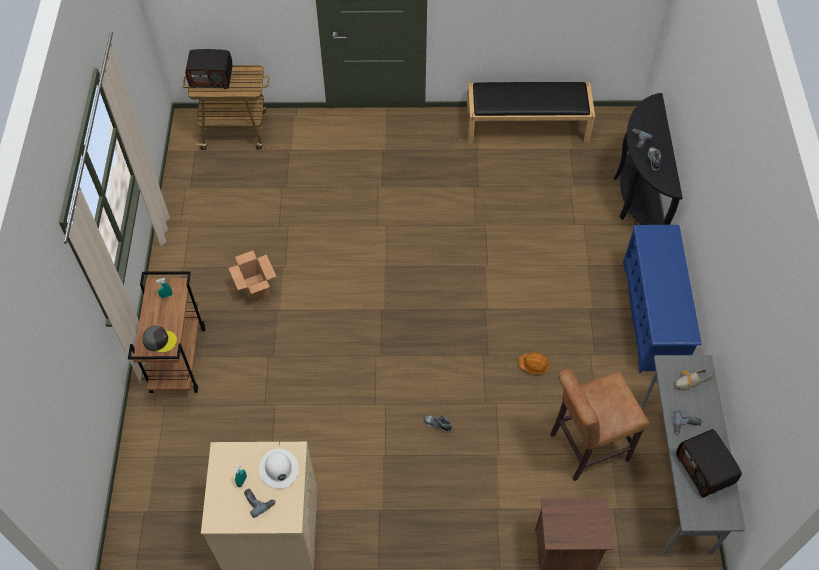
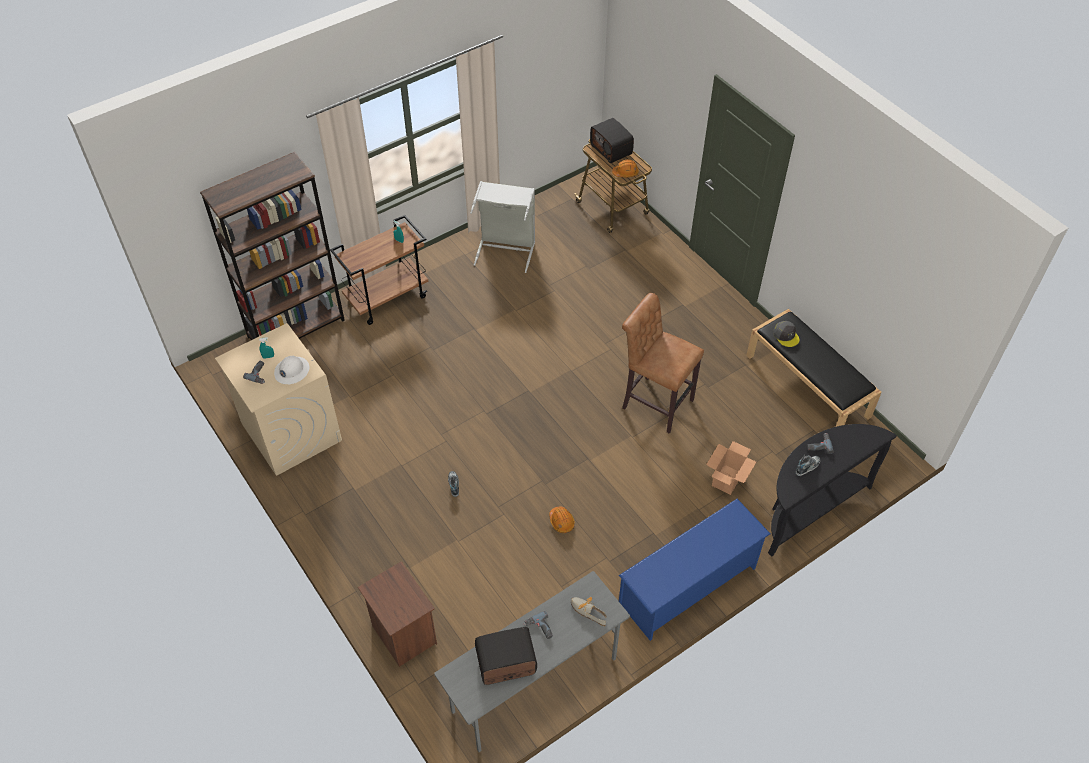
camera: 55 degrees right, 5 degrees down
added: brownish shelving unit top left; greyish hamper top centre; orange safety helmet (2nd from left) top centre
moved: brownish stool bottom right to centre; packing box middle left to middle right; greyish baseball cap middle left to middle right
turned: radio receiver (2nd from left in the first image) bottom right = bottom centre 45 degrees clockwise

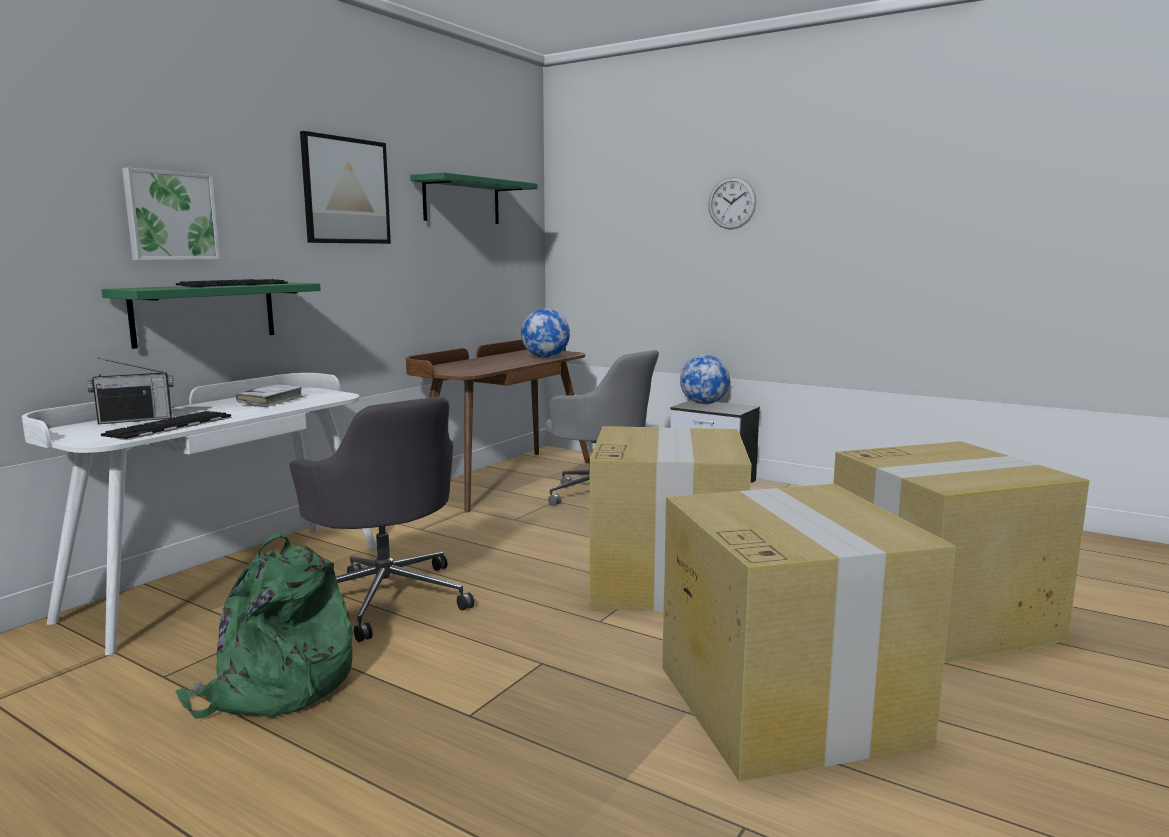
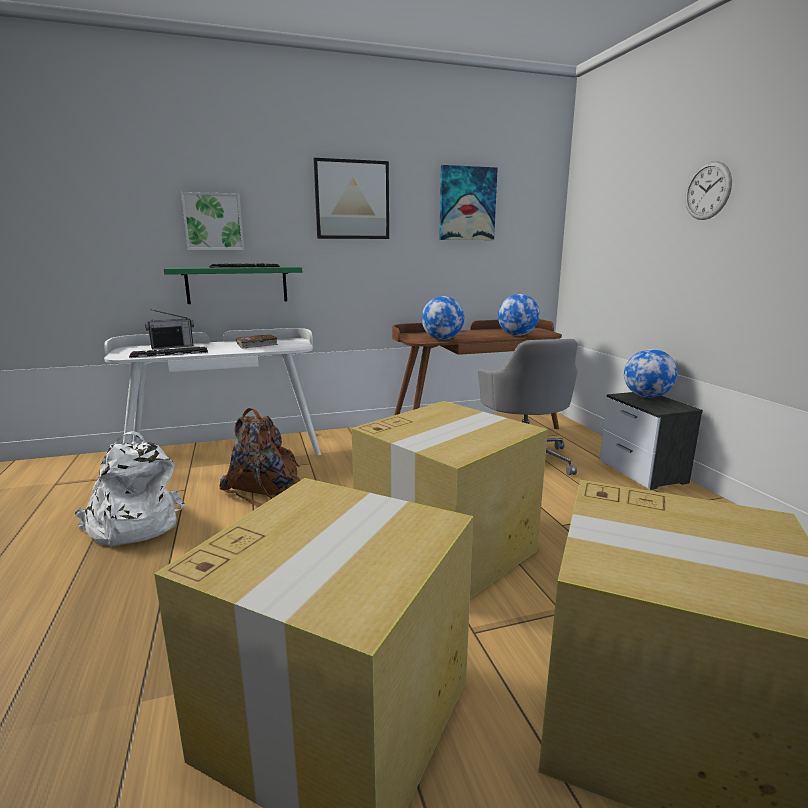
camera: 40 degrees right, 5 degrees up
added: desk globe (1st from left) centre
replaced: greyish desk chair (1st from left) middle left to brownish backpack middle left; greenish bracket shelf (2nd from left) top centre to wall picture (3rd from left) top centre
recoloured: greenish backpack bottom left to whitish backpack middle left; whitish bound book middle left to brownish bound book middle left
turned: radio receiver middle left = middle left 45 degrees counterclockwise

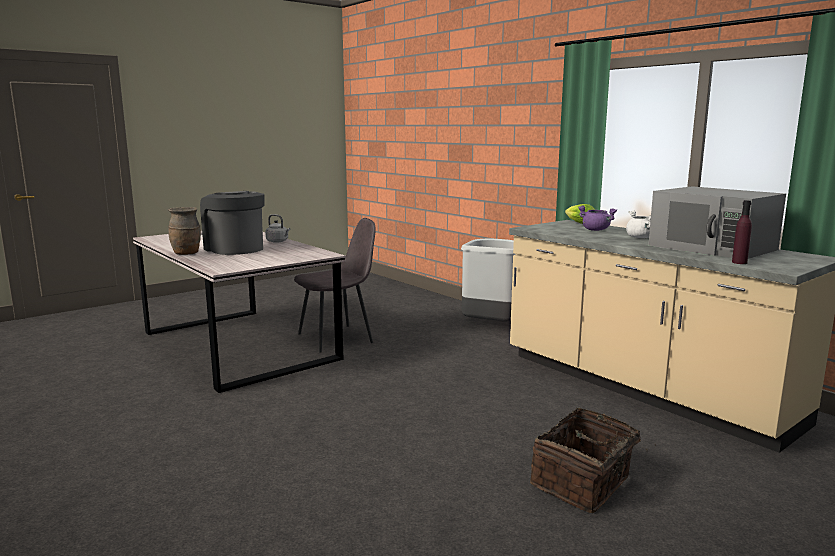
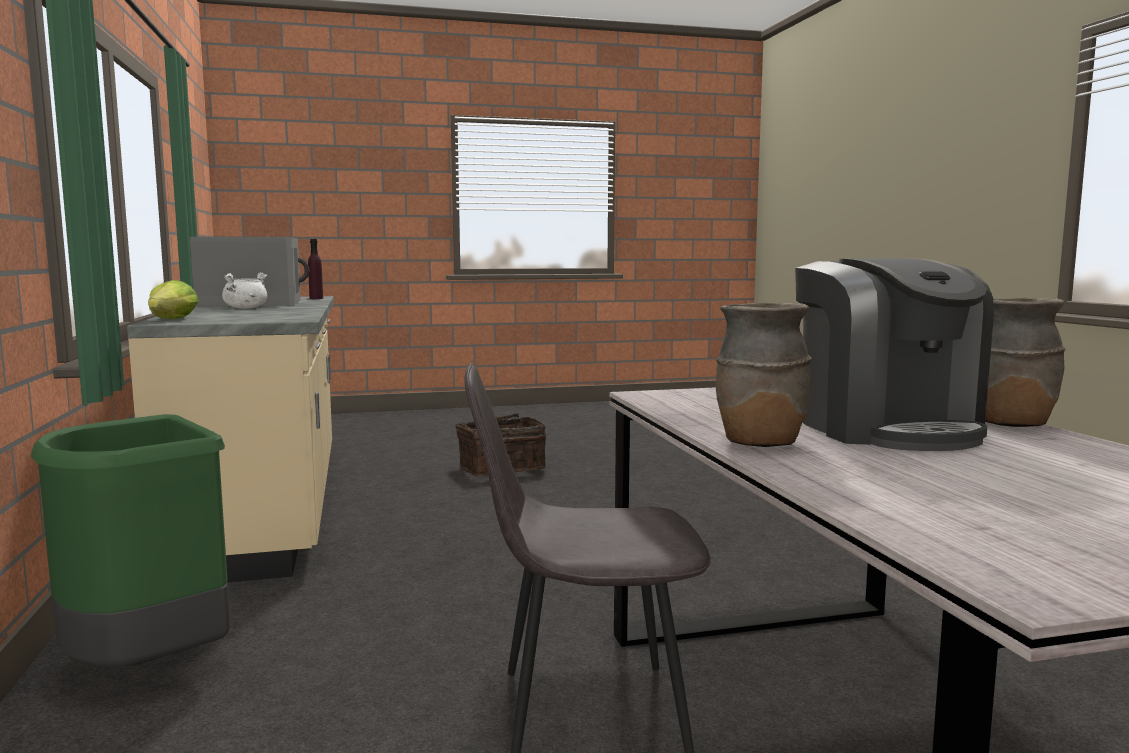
camera: 155 degrees left, 5 degrees down
removed: purple stockpot middle right
replaced: greyish kettle middle left to brownish flower vase (1st from left) middle right
recoloured: greyish waste bin centre to greenish waste bin bottom left

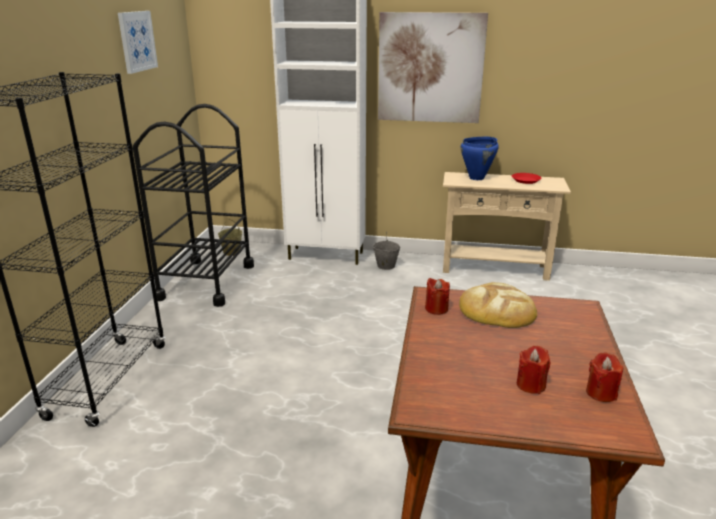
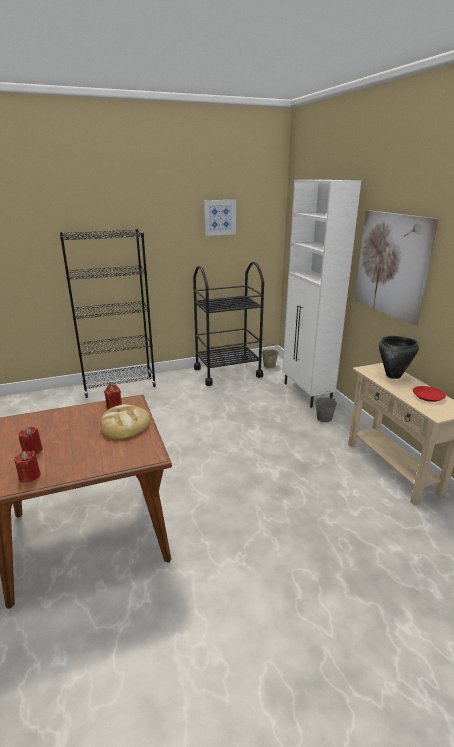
camera: 60 degrees right, 0 degrees up
recoloured: blue-coloured stockpot top right to blackish stockpot middle right

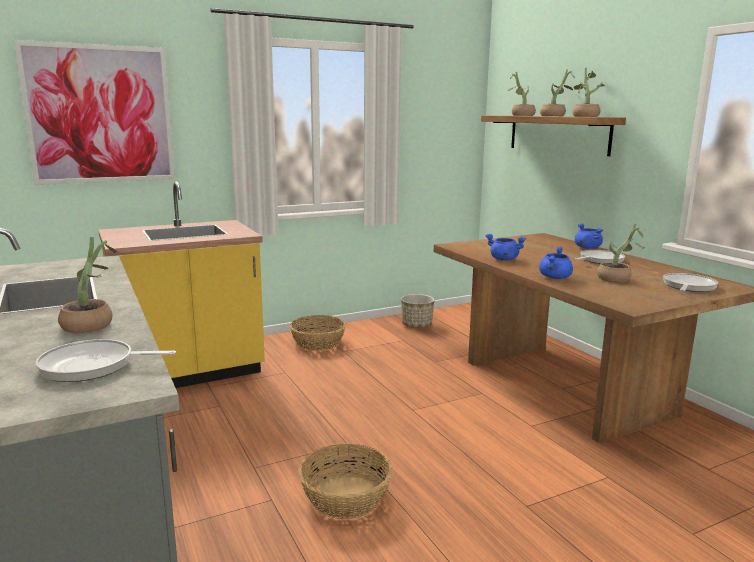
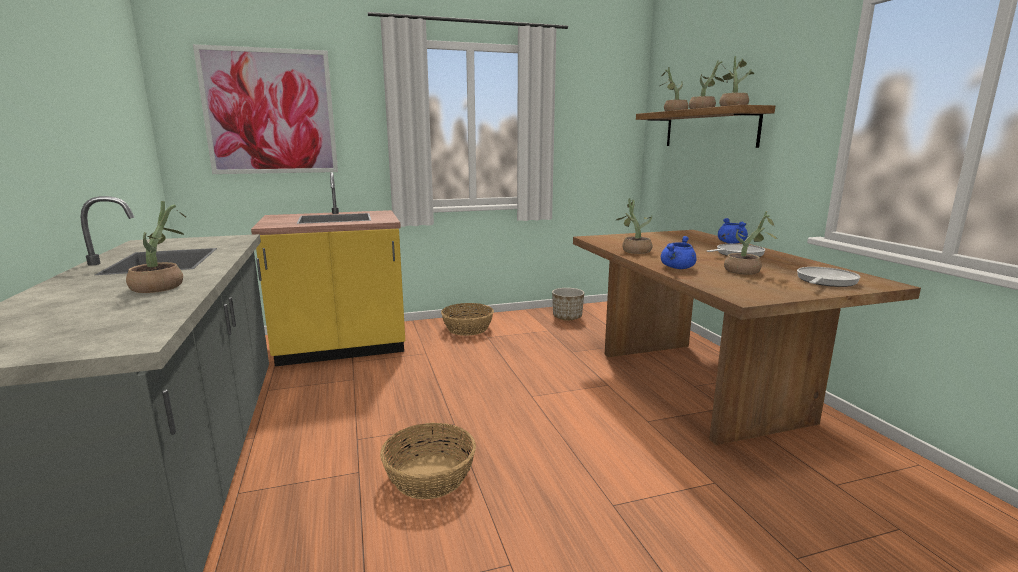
camera: 10 degrees right, 0 degrees up
removed: pan (1st from left) middle left
replaced: blue-coloured stockpot (1st from left) middle right to potted plant (2nd from left) centre

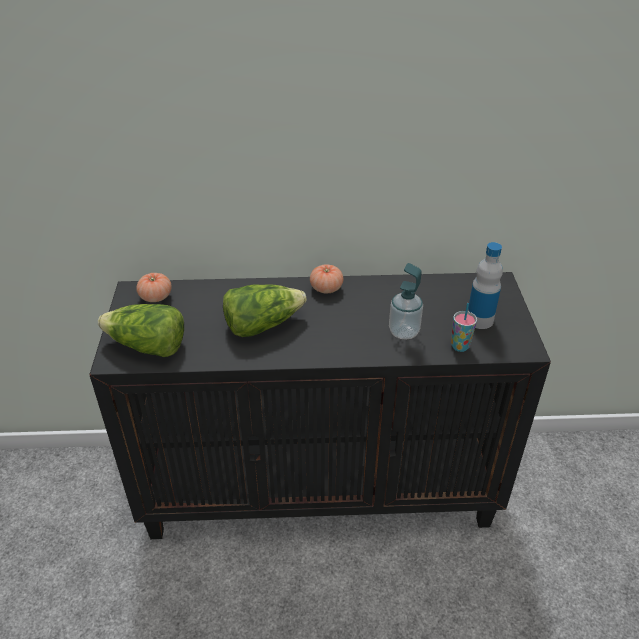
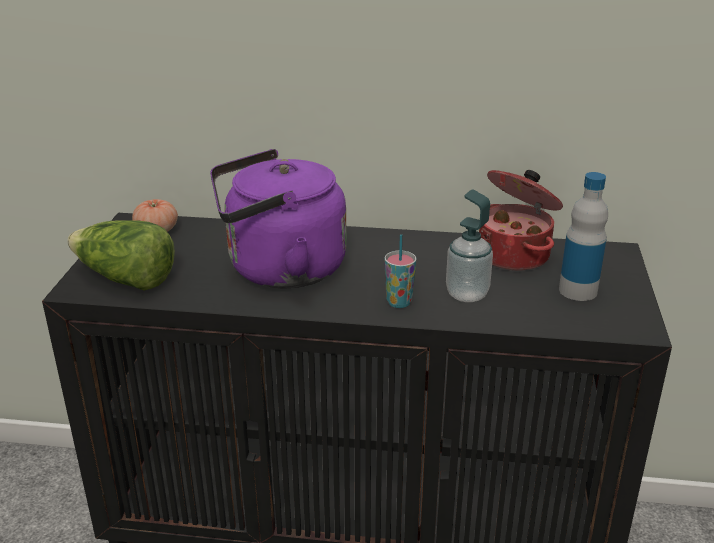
camera: 10 degrees right, 10 degrees down
removed: whole tomato (2nd from left) centre
added: stockpot middle right
moved: small cup middle right to centre
replaced: head of lettuce (2nd from left) centre to purple kettle centre

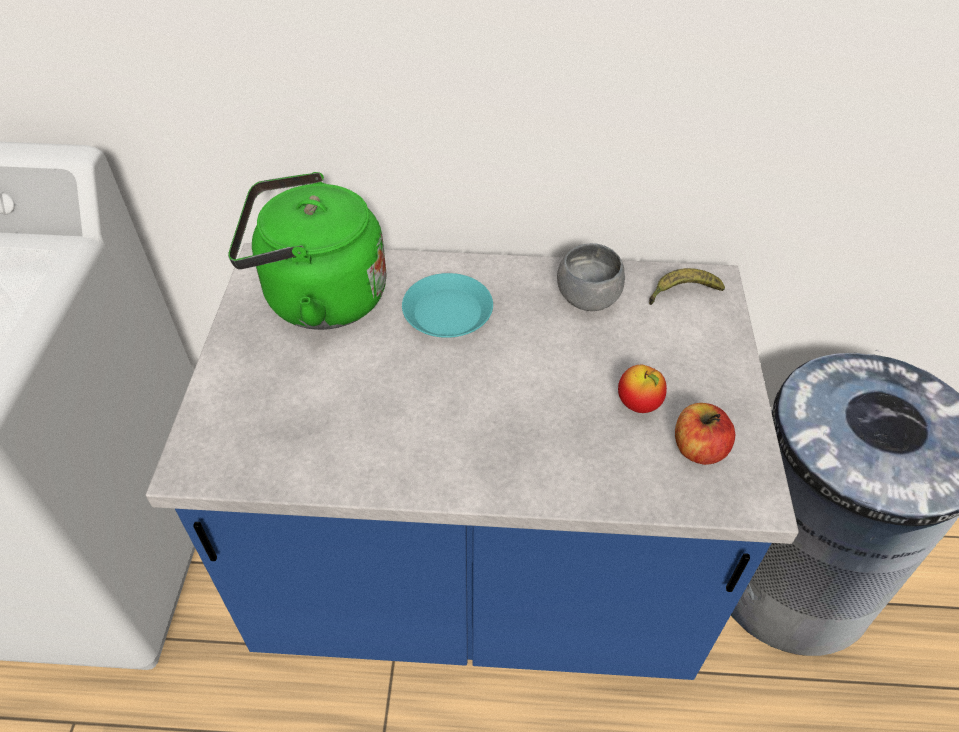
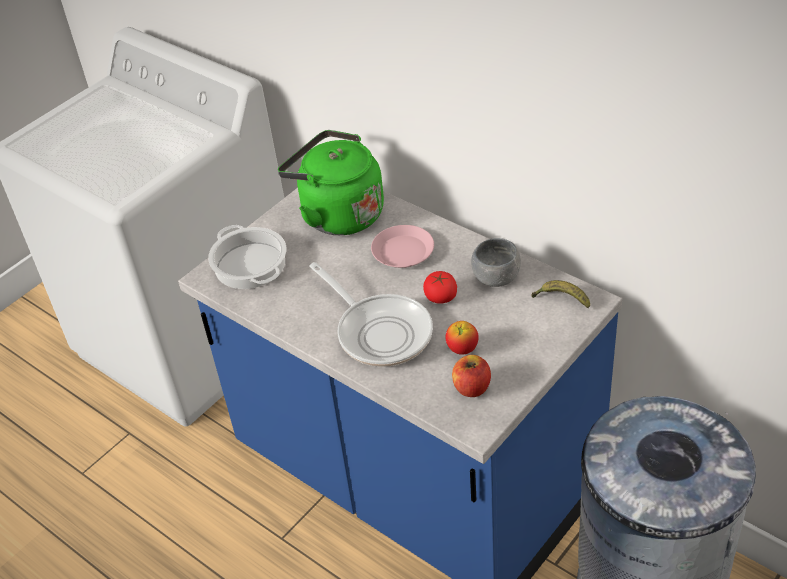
camera: 40 degrees right, 5 degrees down
added: stockpot middle left; pan centre; whole tomato centre
recoloured: turquoise plate centre to pinkish plate centre

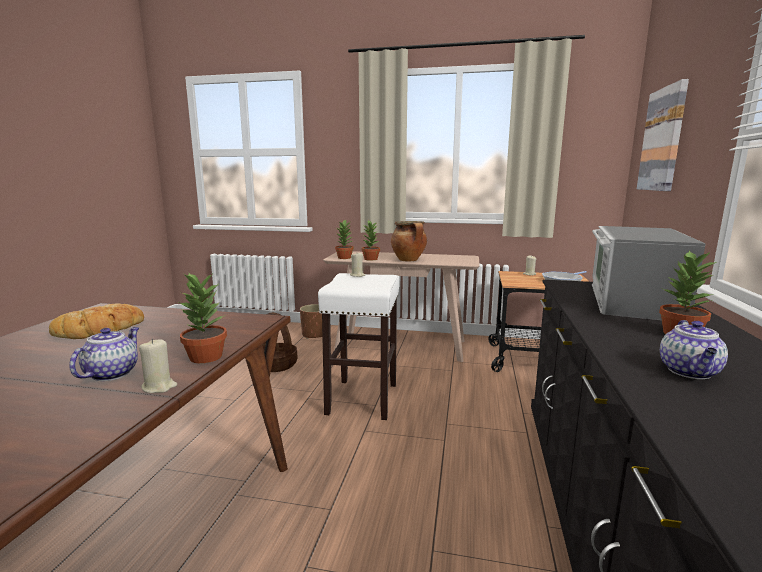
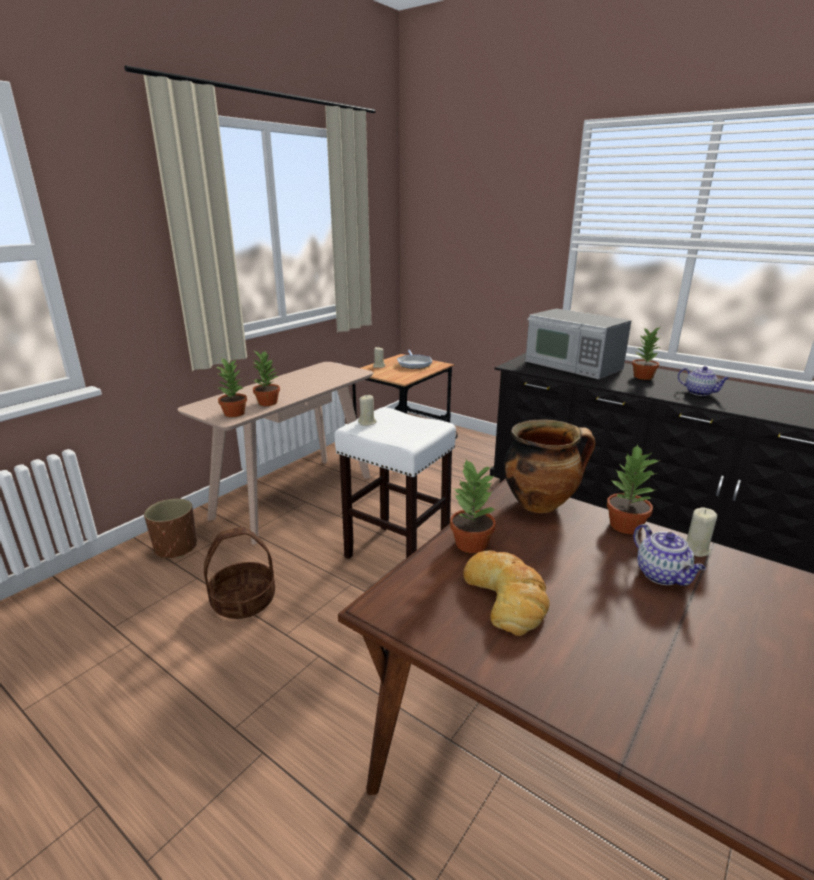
camera: 65 degrees left, 10 degrees up
removed: wall picture top right
added: potted plant (3rd from left) centre
moved: stockpot centre to middle right
turned: pot for tea (1st from left) middle left = middle right 150 degrees counterclockwise

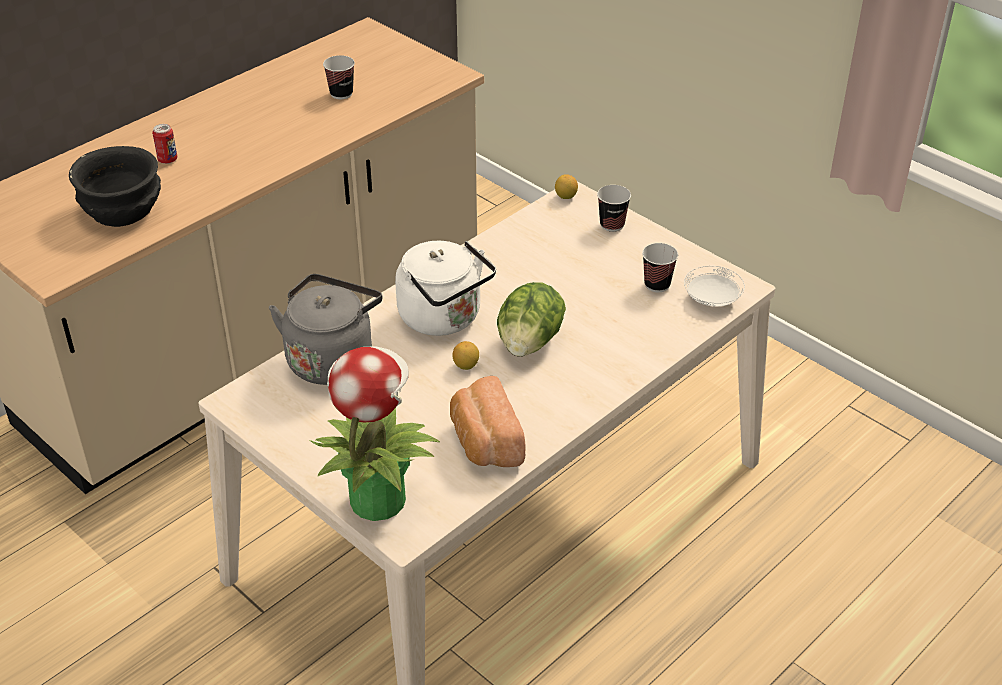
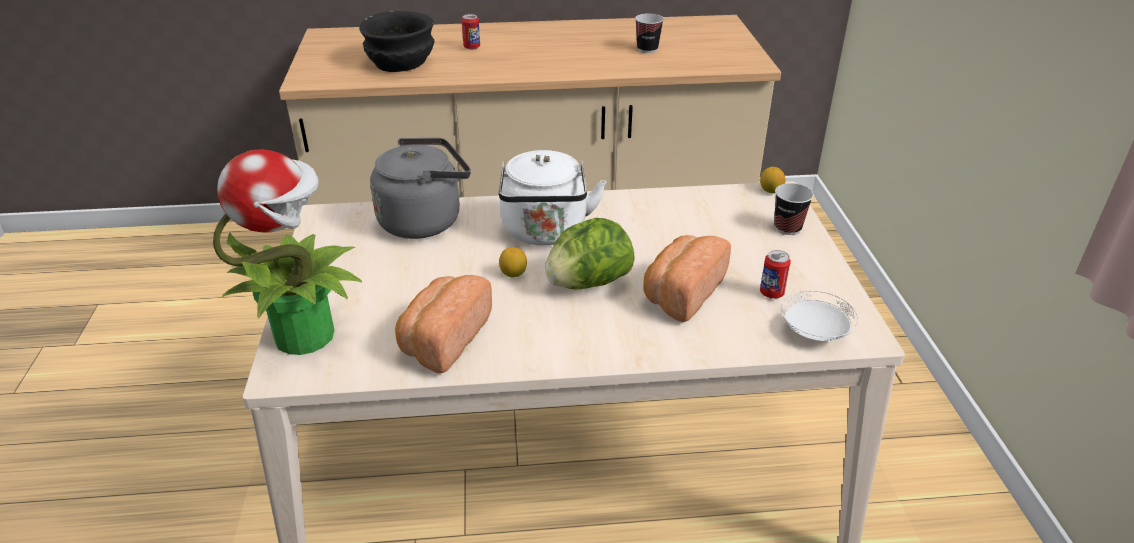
camera: 40 degrees right, 5 degrees down
added: bread (2nd from left) centre
replaced: small cup (3rd from left) centre to sealed can (2nd from left) middle right

